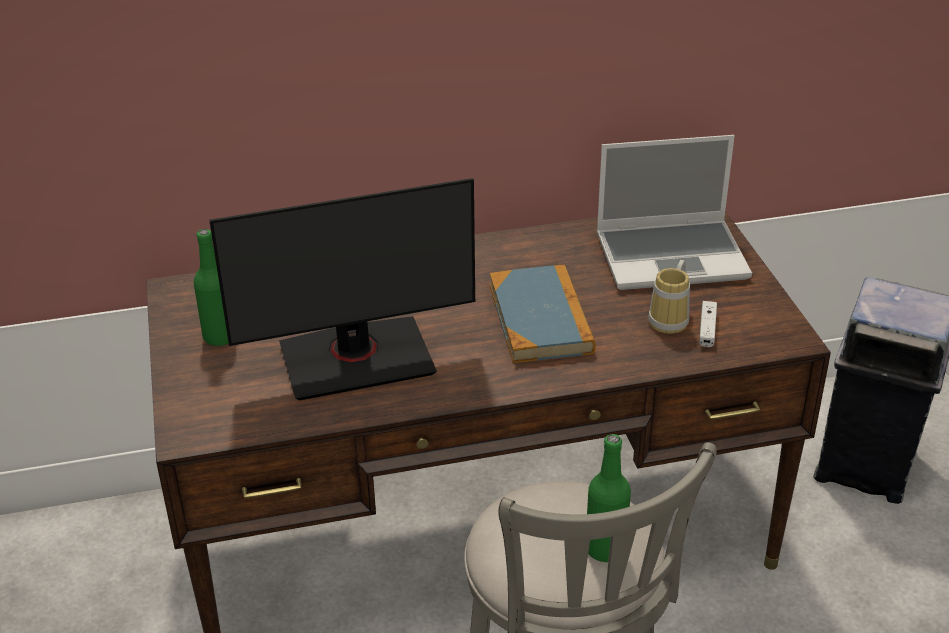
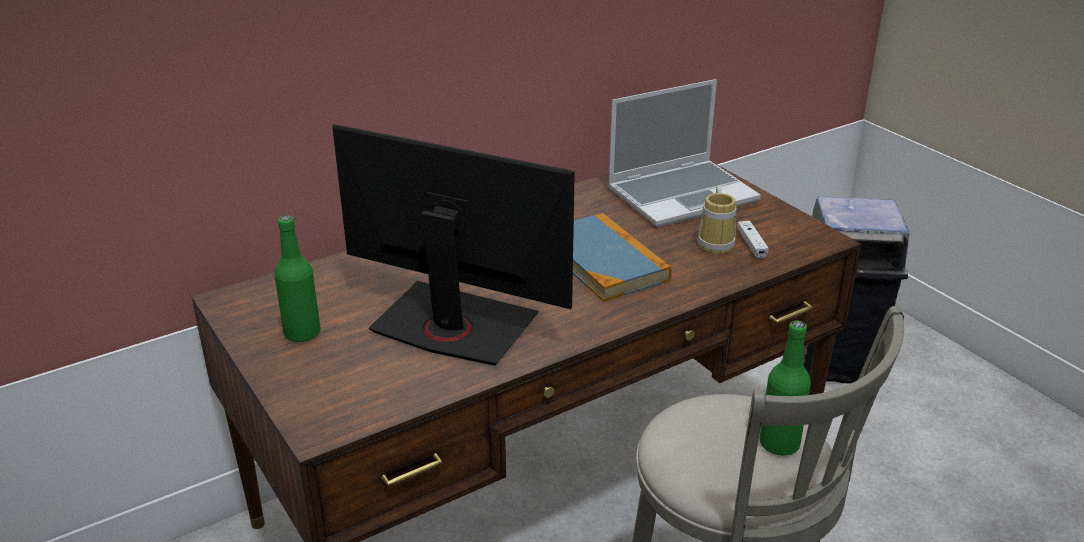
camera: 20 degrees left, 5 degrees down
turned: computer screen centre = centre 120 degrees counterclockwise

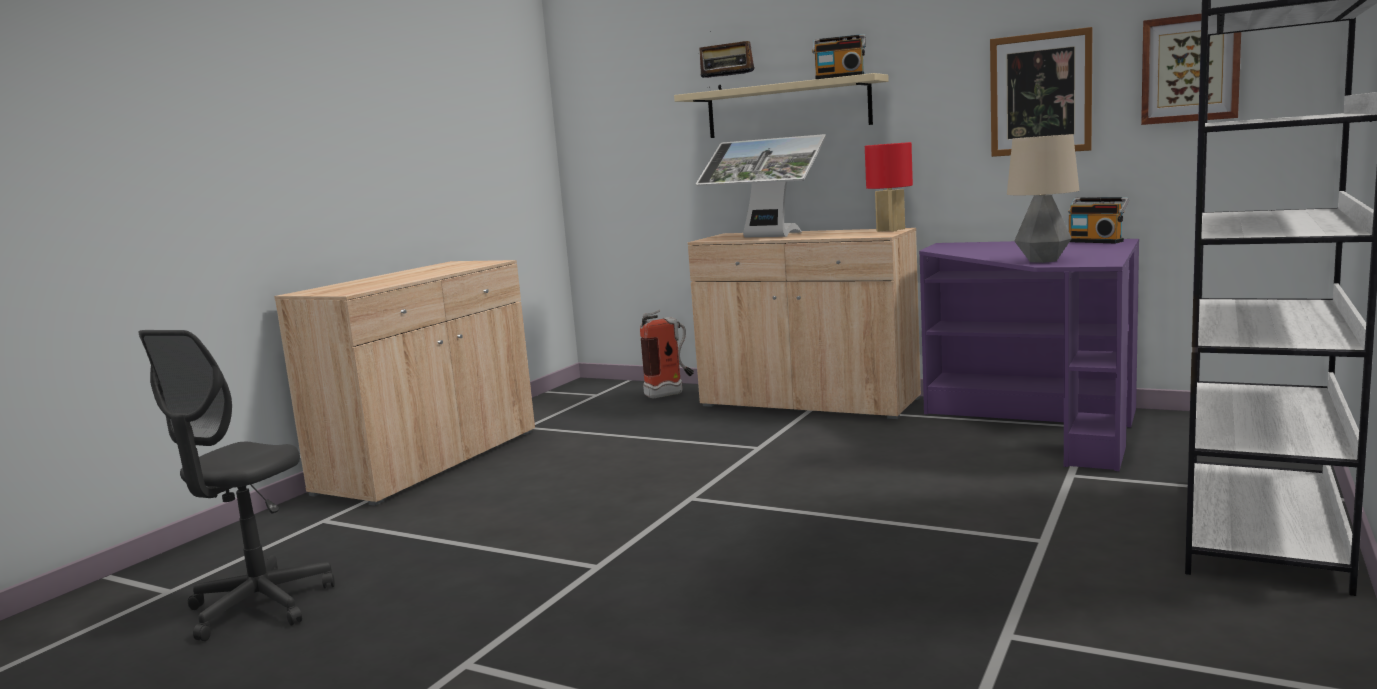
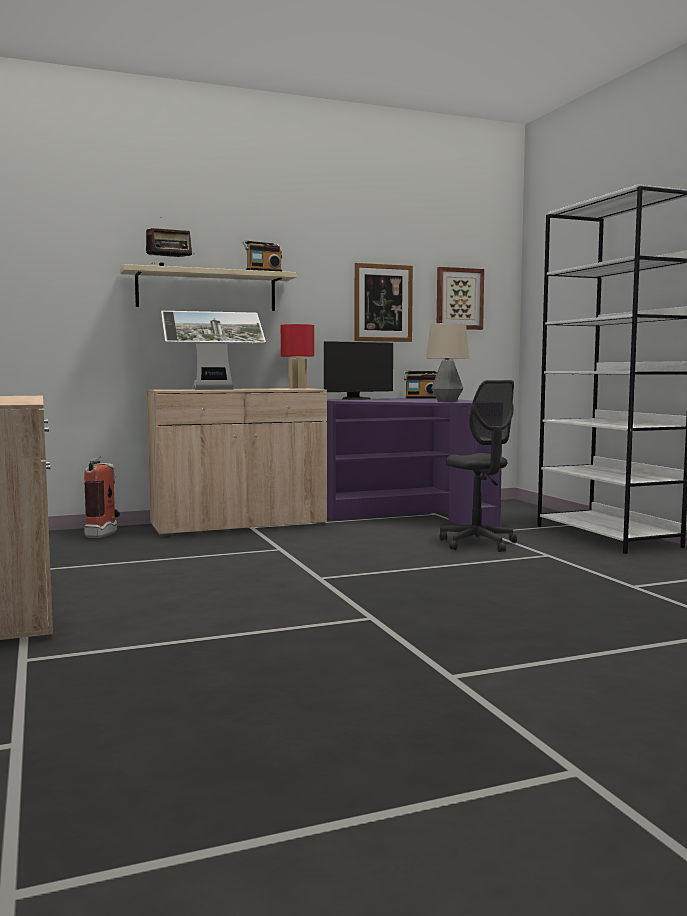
camera: 50 degrees left, 5 degrees down
added: computer screen (2nd from left) centre
moved: greyish desk chair bottom left to middle right

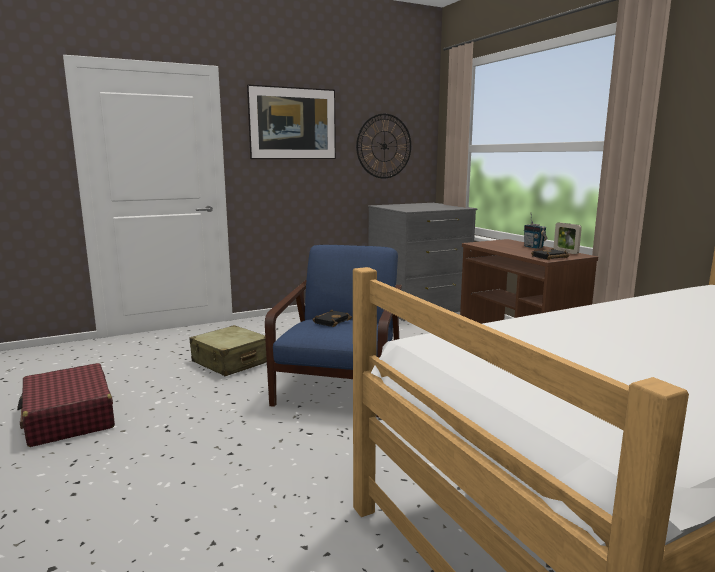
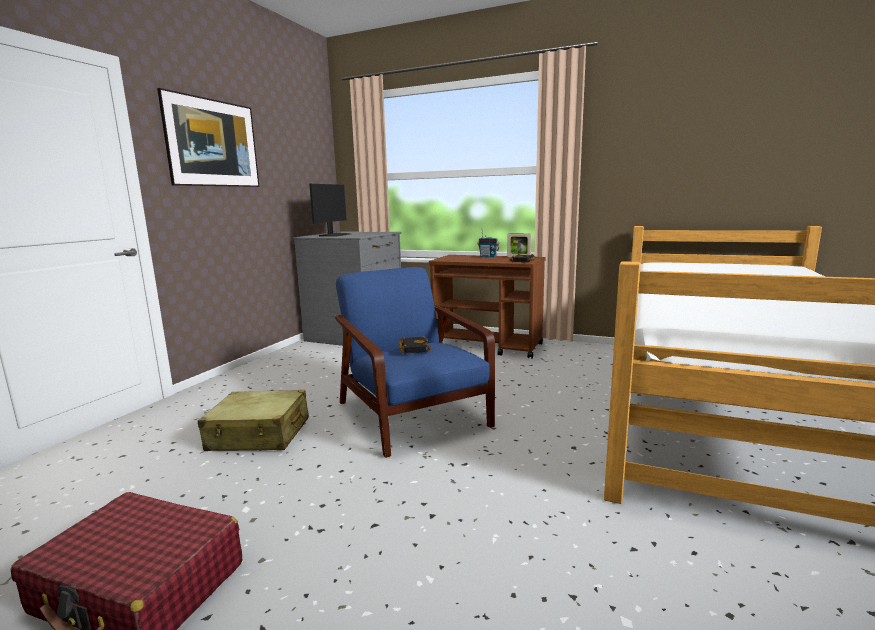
camera: 40 degrees left, 0 degrees up
removed: clock on the wall top centre
added: computer screen centre

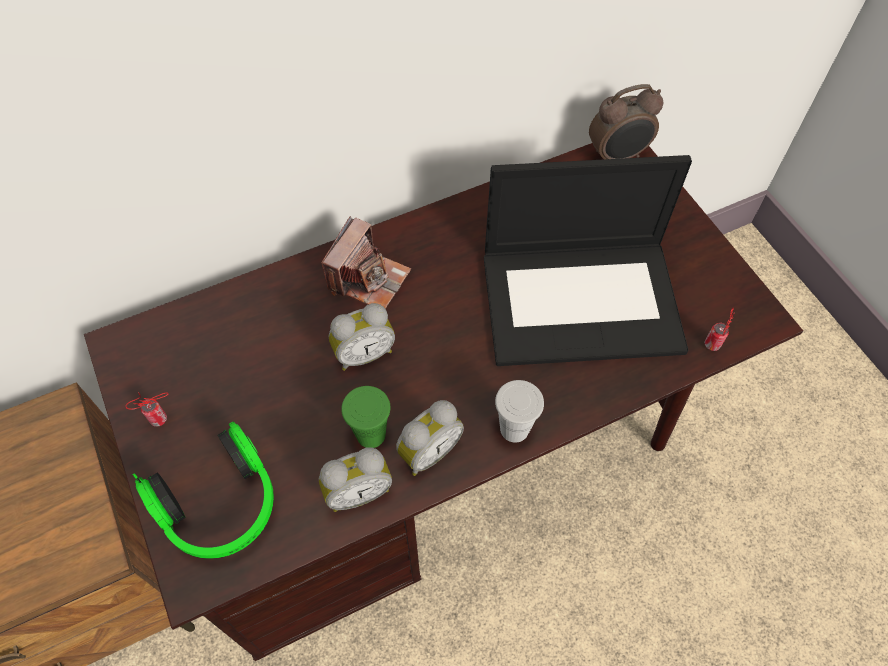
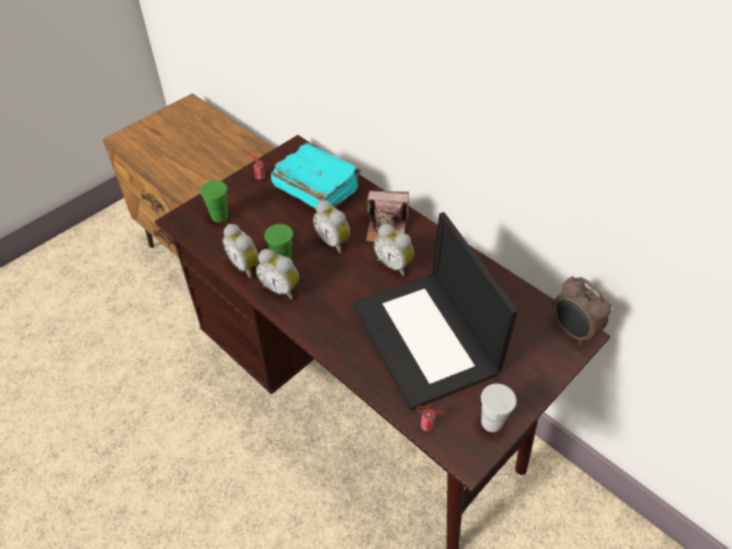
camera: 70 degrees right, 10 degrees down
added: turquoise bound book top centre; alarm clock (4th from left) centre
moved: whitish small cup centre to bottom right
replaced: headphones bottom left to greenish small cup (1st from left) middle left

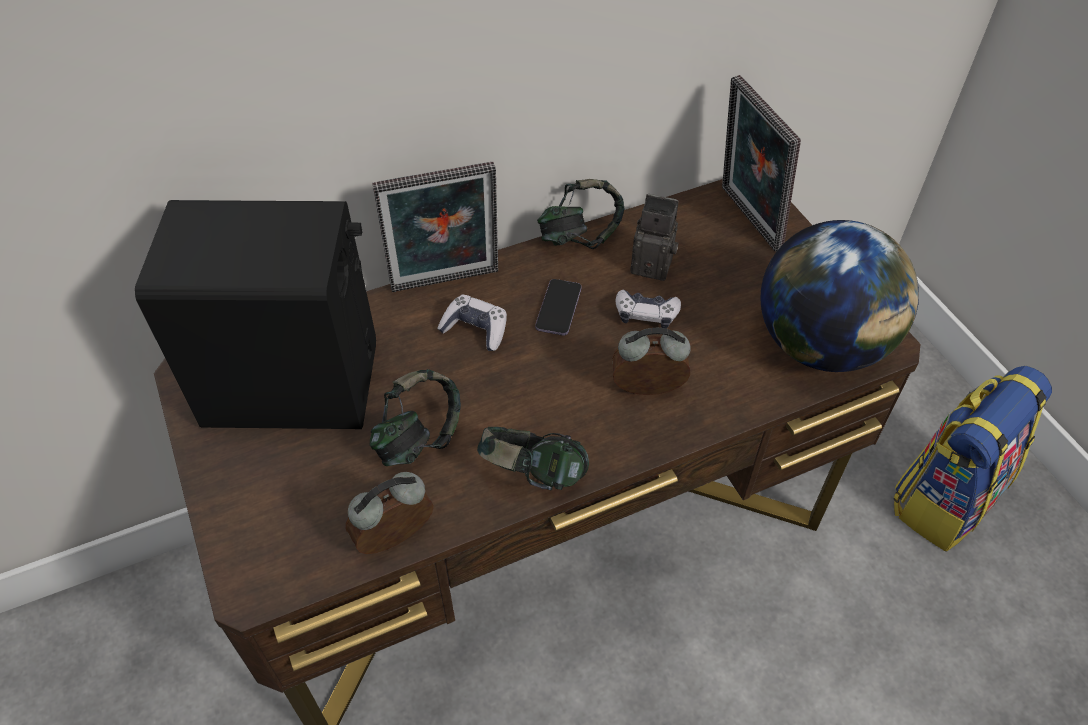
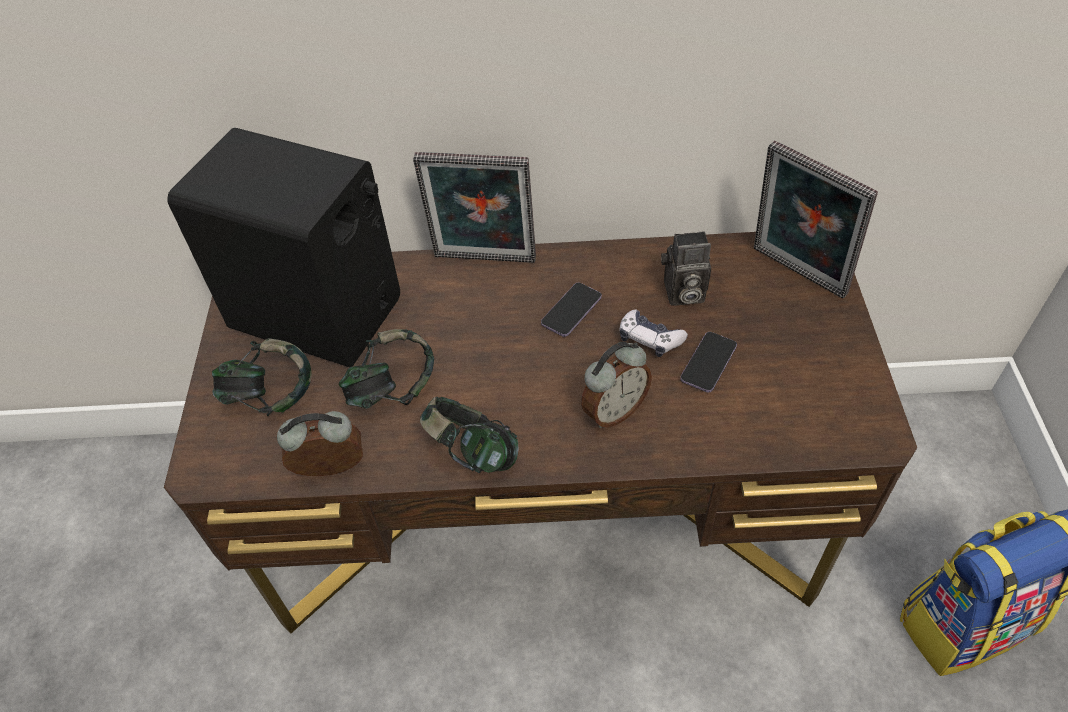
camera: 25 degrees right, 0 degrees up
removed: gamepad (1st from left) centre; desk globe middle right
added: telephone (2nd from left) centre
moved: headphones (3rd from left in the first image) top centre to headphones (1st from left) middle left
turned: alarm clock (2nd from left) centre = centre 120 degrees clockwise; photo camera top centre = centre 135 degrees clockwise; photo frame (2nd from left) top right = top right 45 degrees counterclockwise

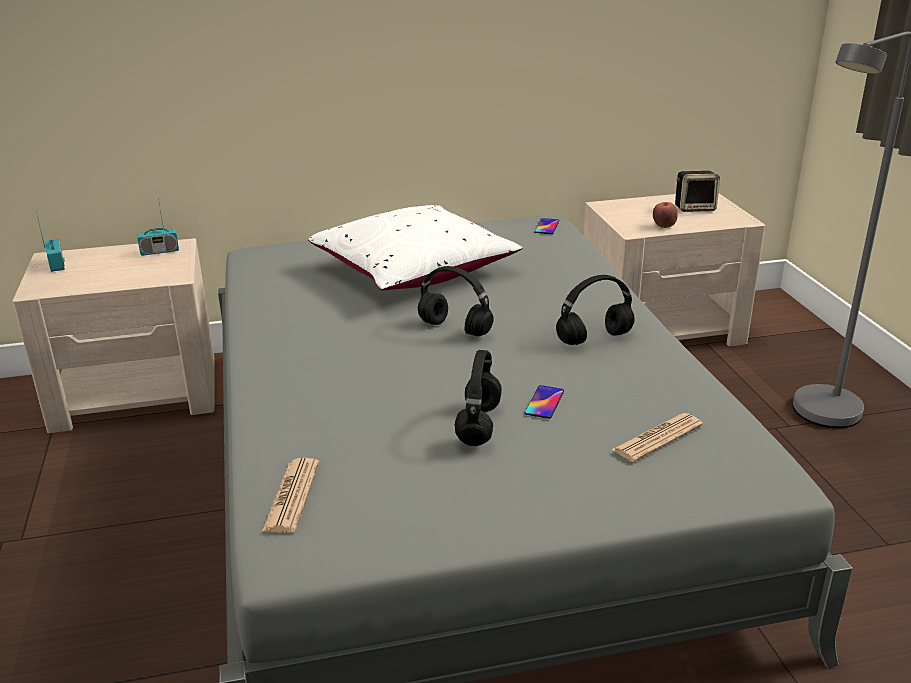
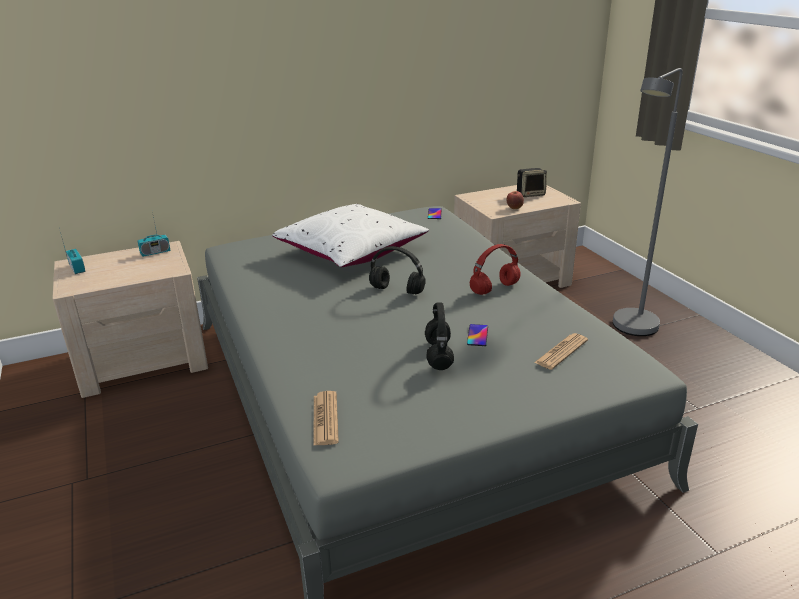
camera: 10 degrees left, 0 degrees up
recoloured: blackish headphones (3rd from left) centre to red headphones centre

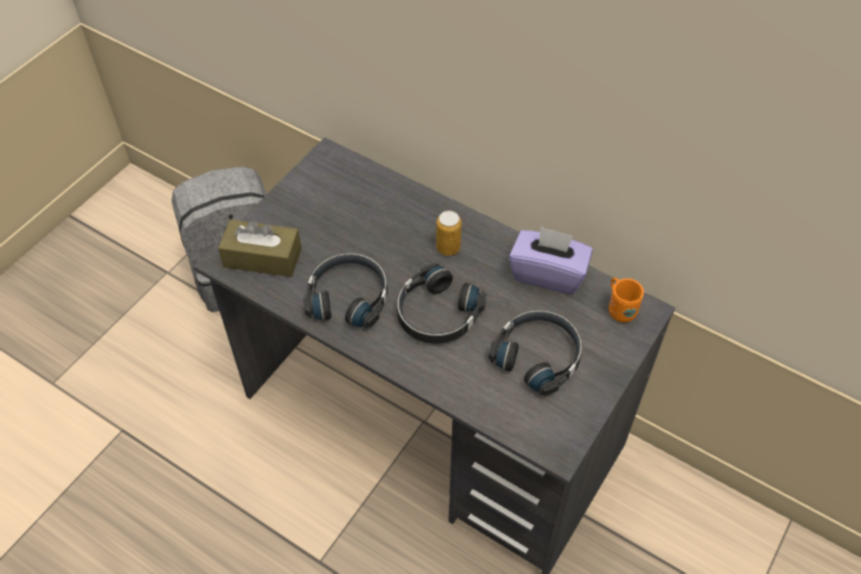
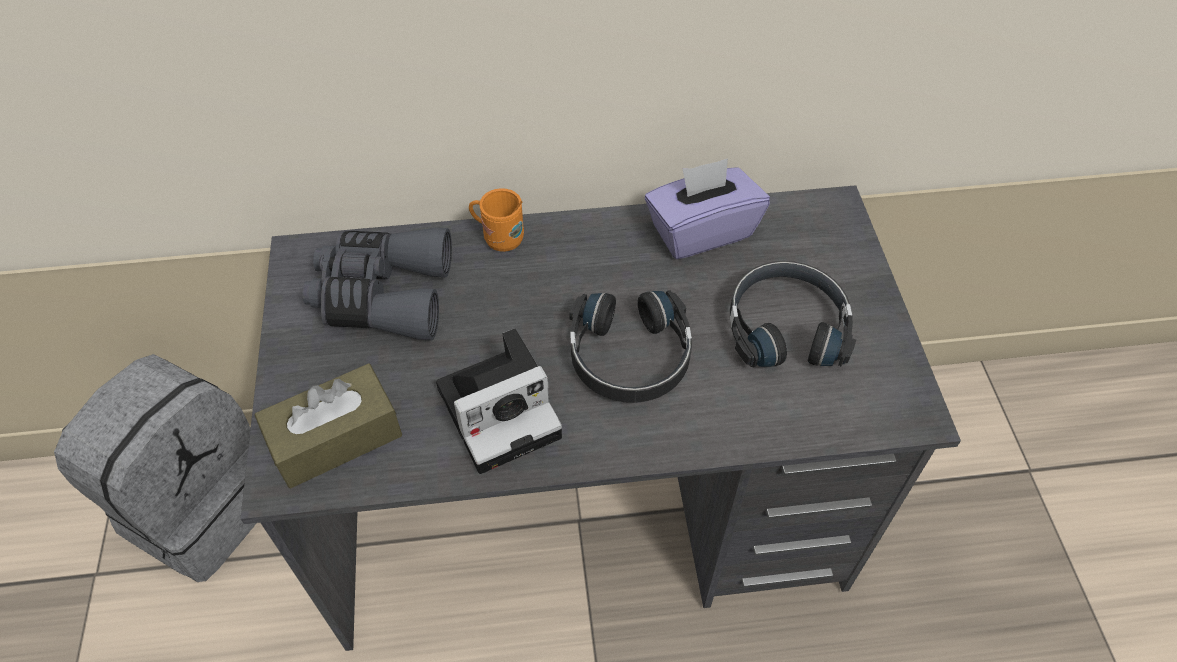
camera: 40 degrees left, 0 degrees up
removed: sealed can centre
added: greyish field glasses middle left
moved: orange coffee mug middle right to top centre
replaced: blackish headphones (1st from left) centre to photo camera centre

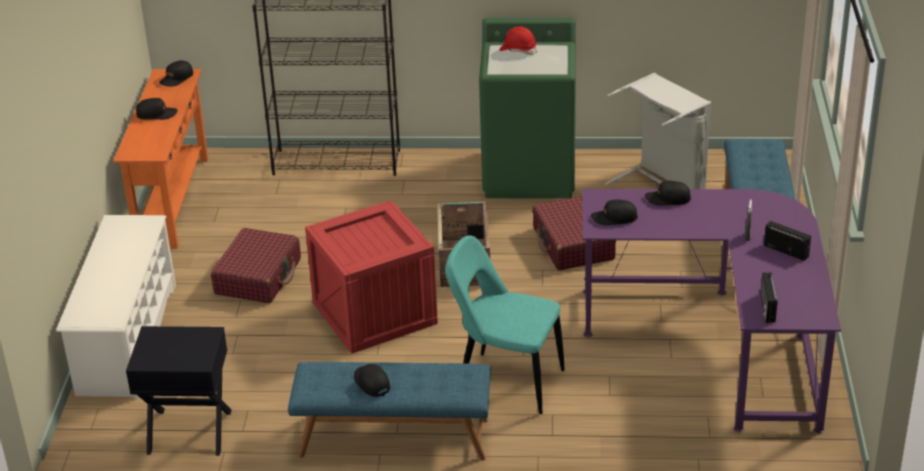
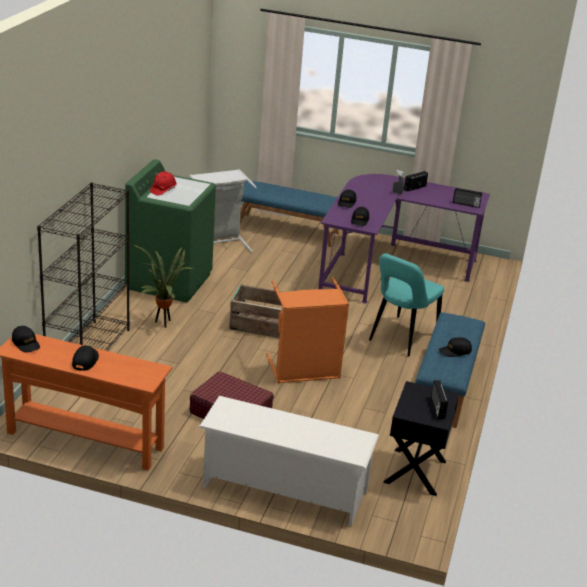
camera: 80 degrees left, 5 degrees down
removed: red travel case (2nd from left) centre
added: potted plant middle left; radio receiver (2nd from left) bottom right
replaced: packing crate (1st from left) centre to orange hamper centre

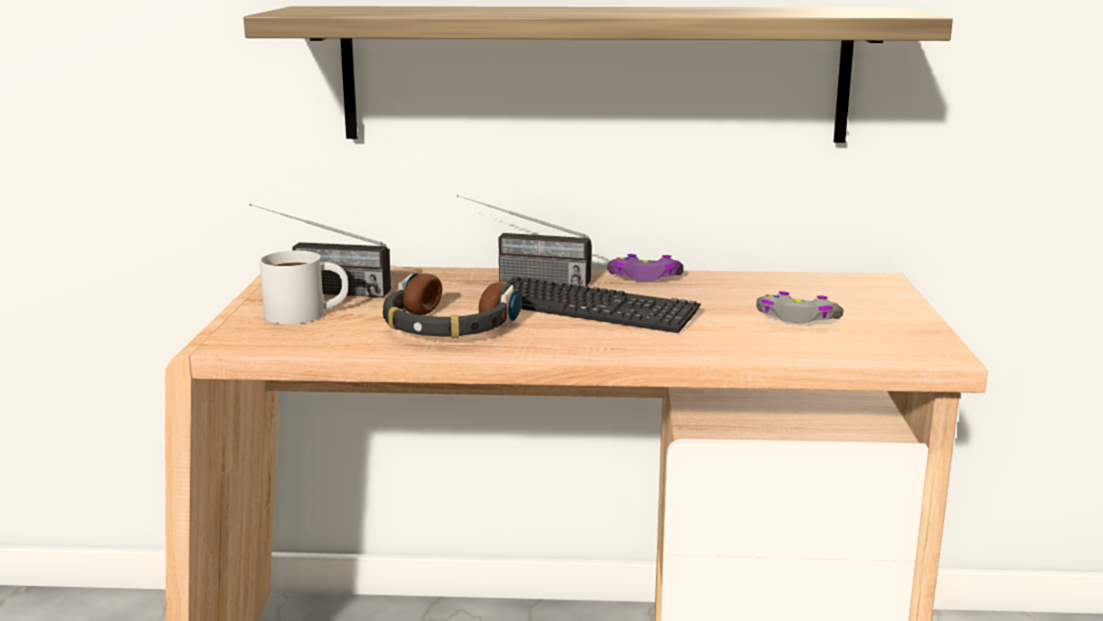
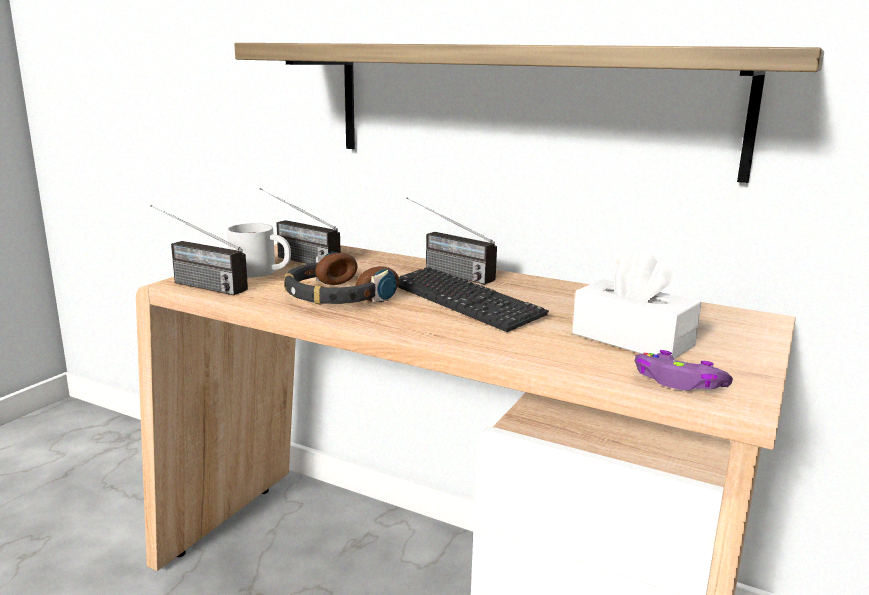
camera: 25 degrees right, 0 degrees up
added: radio receiver (1st from left) middle left
moved: purple gamepad centre to middle right
replaced: greyish gamepad middle right to whitish tissue box middle right

